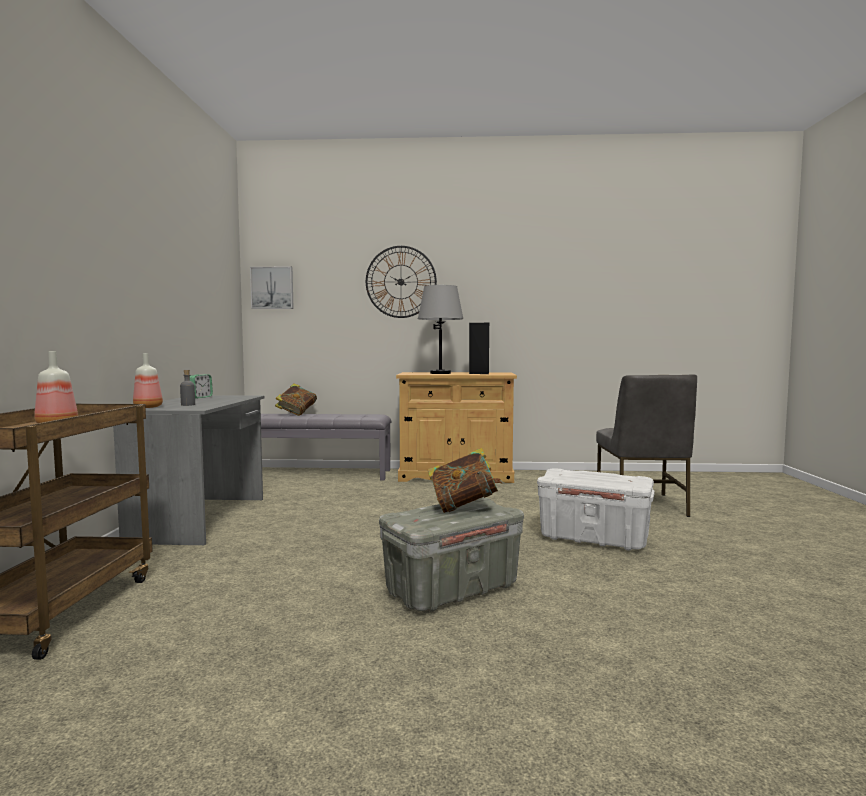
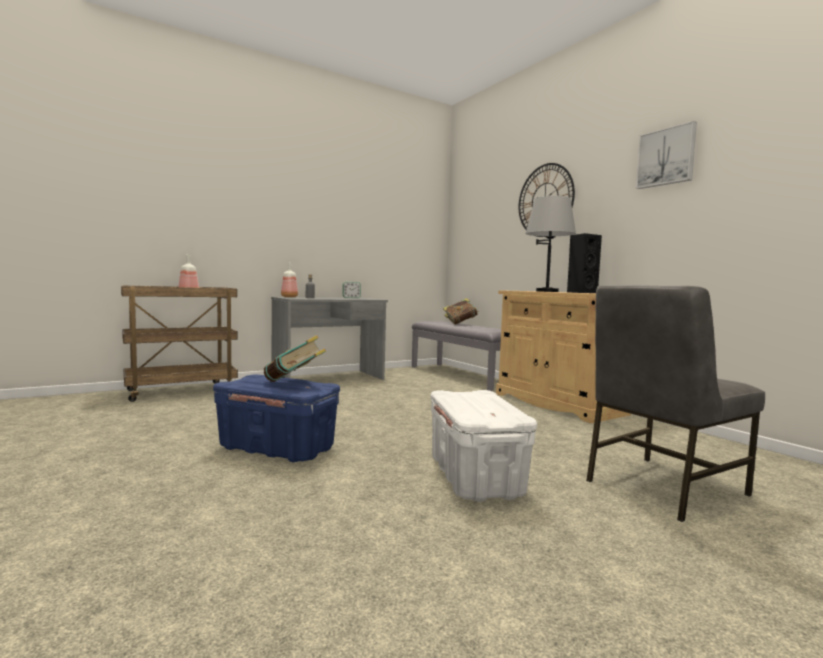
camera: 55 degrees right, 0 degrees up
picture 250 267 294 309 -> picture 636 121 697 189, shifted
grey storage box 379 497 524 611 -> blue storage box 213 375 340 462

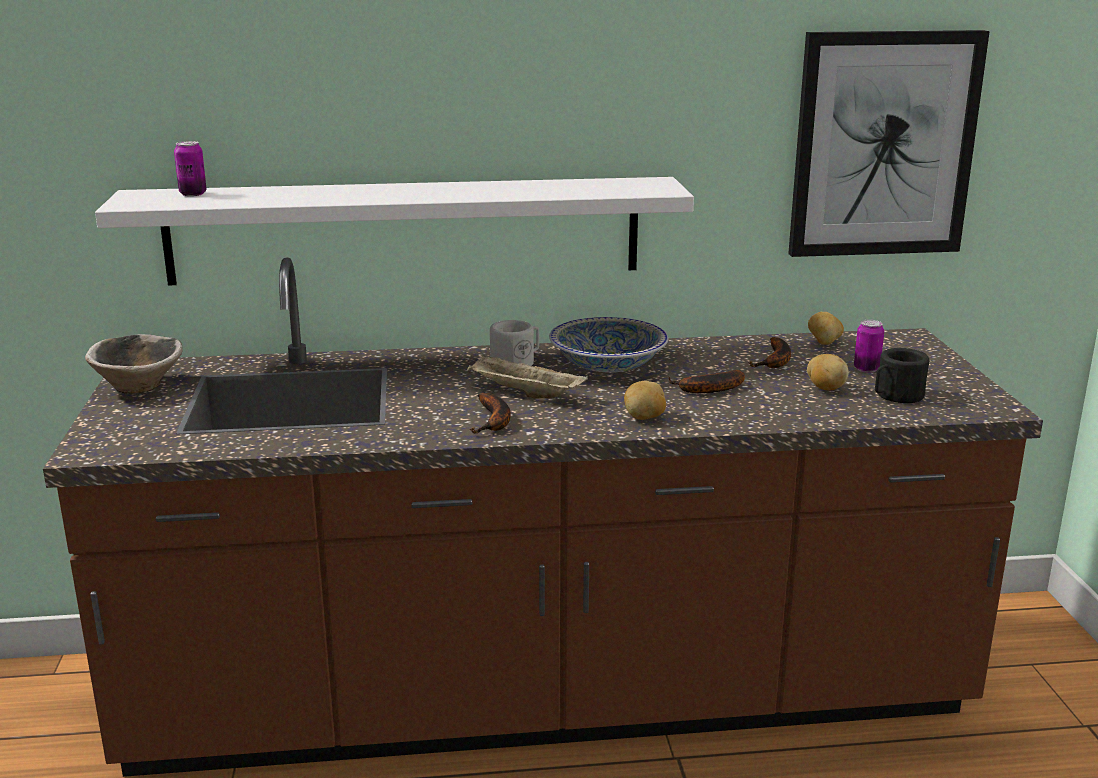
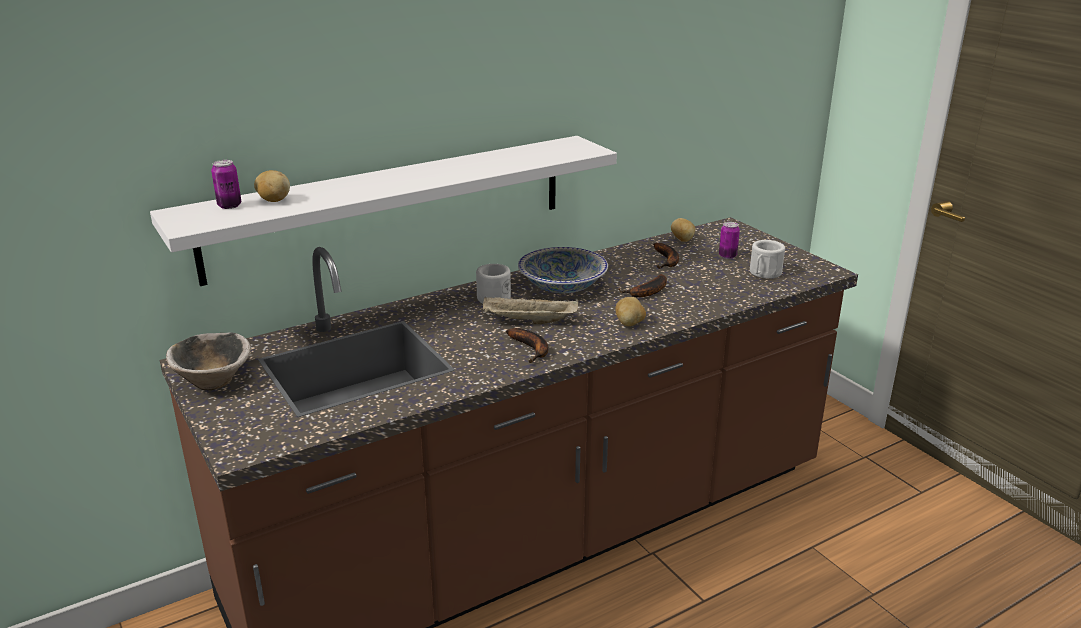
camera: 25 degrees left, 5 degrees up
picture 788 30 990 257 -> none
potato 807 354 849 390 -> potato 254 170 290 202, shifted
black mug 875 348 930 403 -> white mug 750 240 785 279

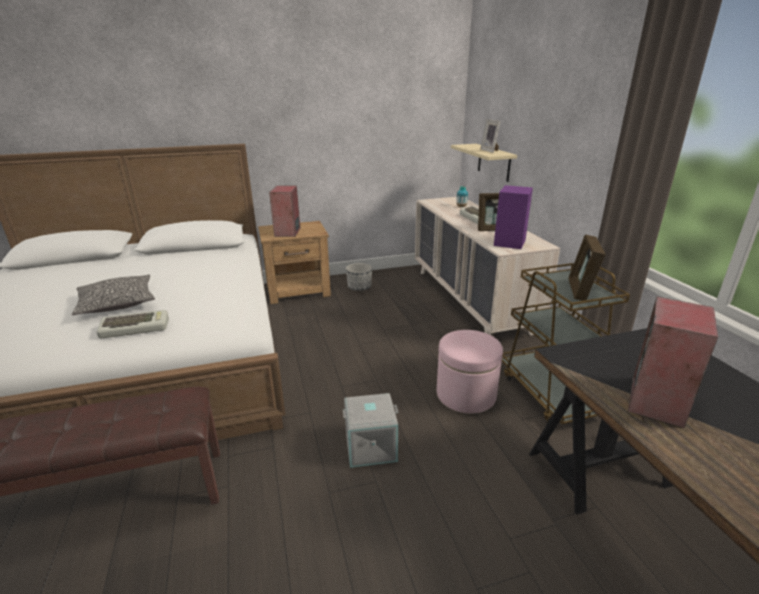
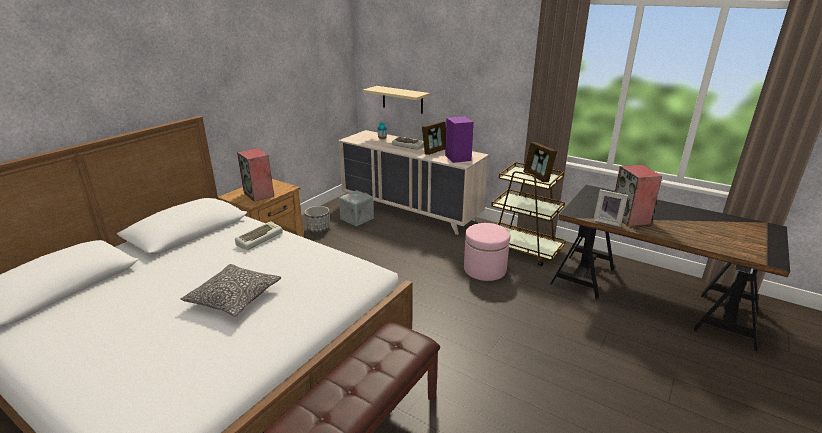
camera: 40 degrees left, 0 degrees up
keyboard 97 310 169 338 -> keyboard 235 221 283 250, shifted
grey storage box 343 393 399 468 -> grey storage box 339 190 374 226, shifted
picture frame 480 119 501 153 -> picture frame 593 189 628 227, shifted

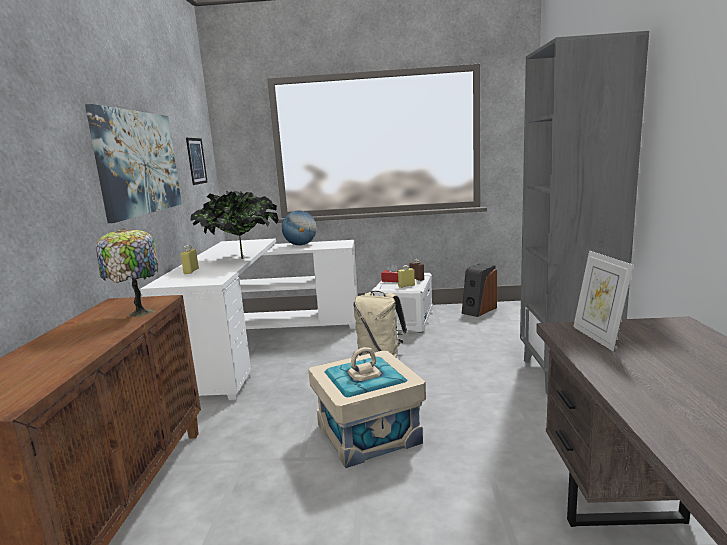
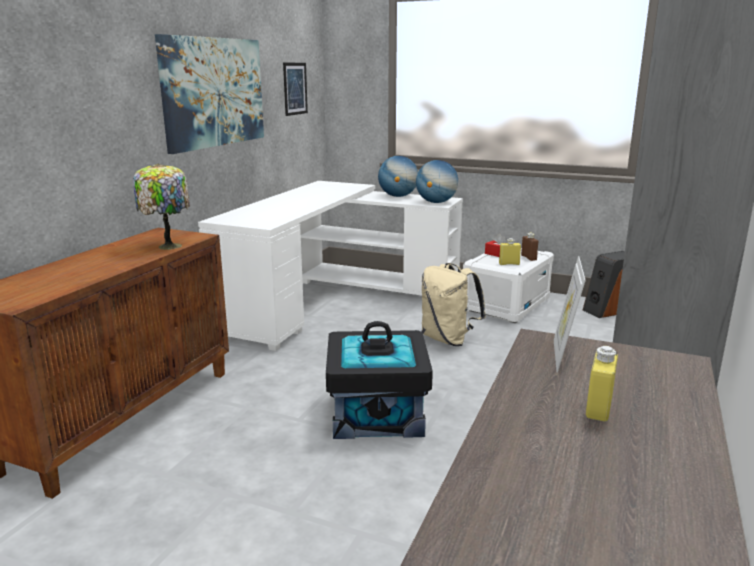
camera: 20 degrees right, 5 degrees up
yellow bottle 181 245 199 274 -> yellow bottle 586 346 618 422, shifted
potted plant 190 191 278 259 -> none
beige storage box 308 347 426 468 -> black storage box 326 321 433 439
none -> globe 416 160 458 203

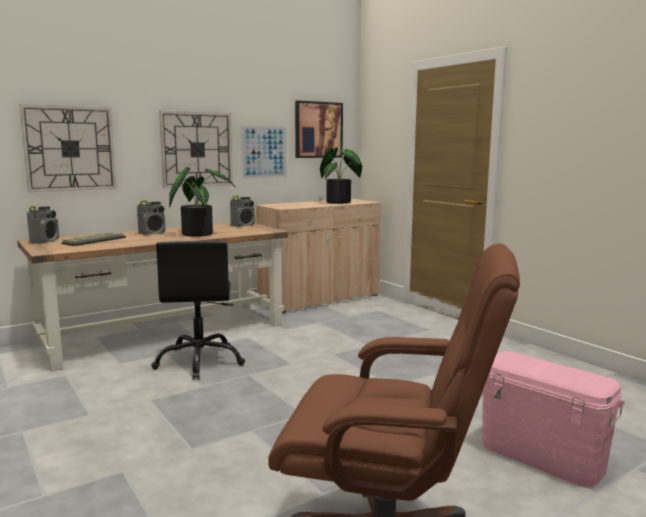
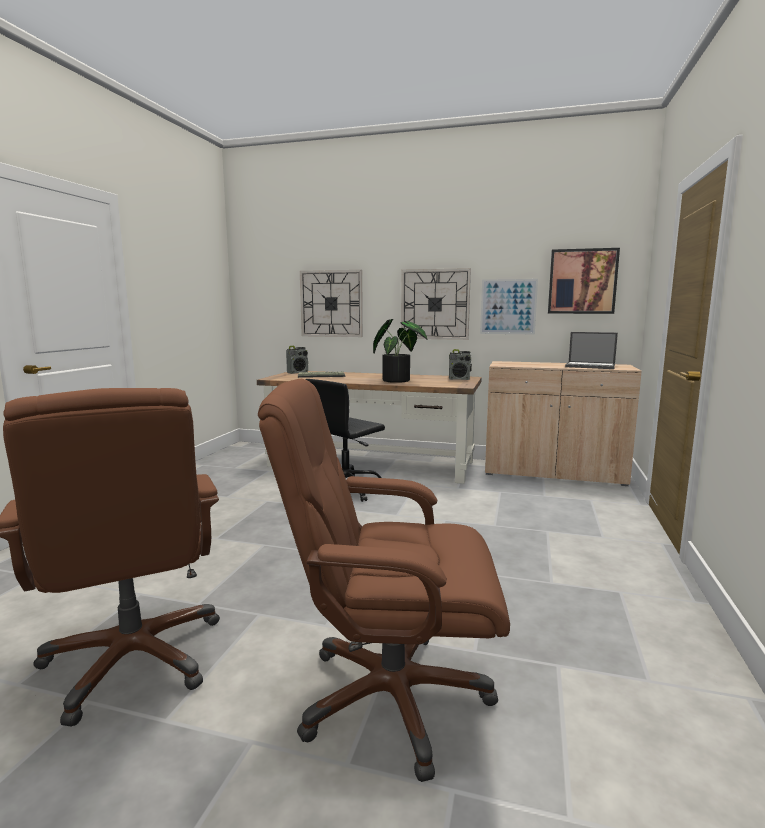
camera: 50 degrees right, 0 degrees up
radio 137 200 166 235 -> none
potted plant 320 148 362 204 -> laptop 565 332 618 369
pink storage box 482 351 625 488 -> brown office chair 258 379 510 782

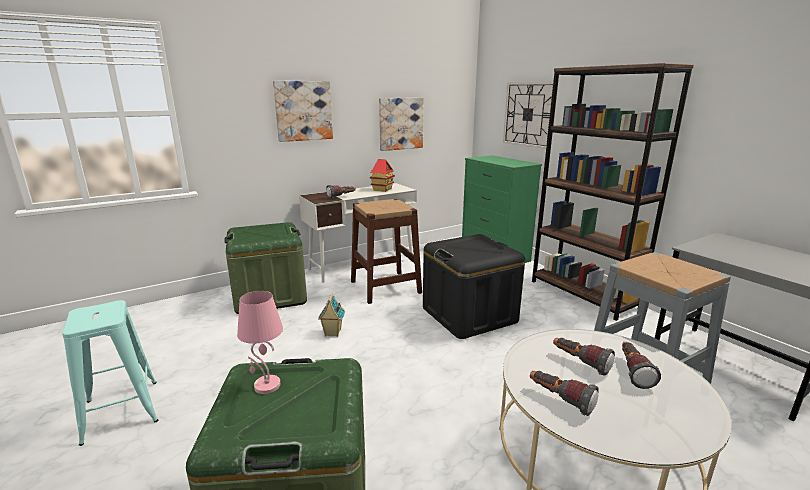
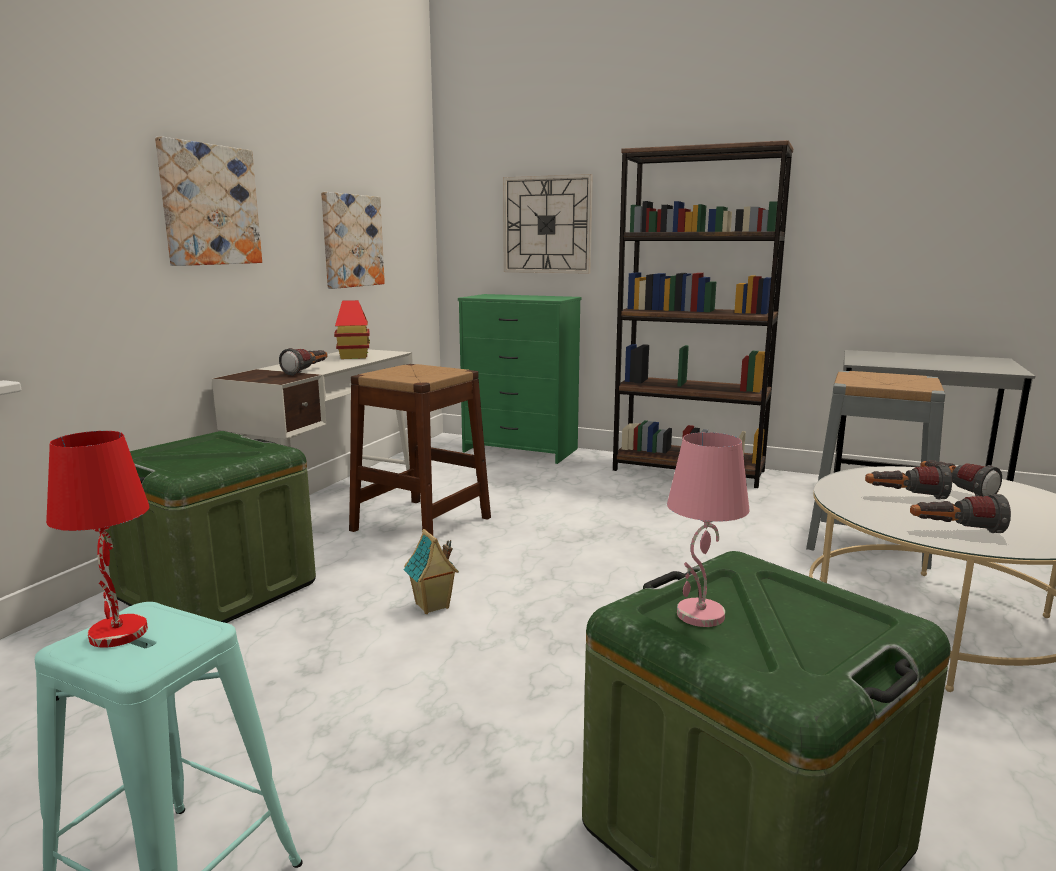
camera: 35 degrees left, 5 degrees down
black storage box 423 234 525 339 -> none
none -> red table lamp 46 431 149 648

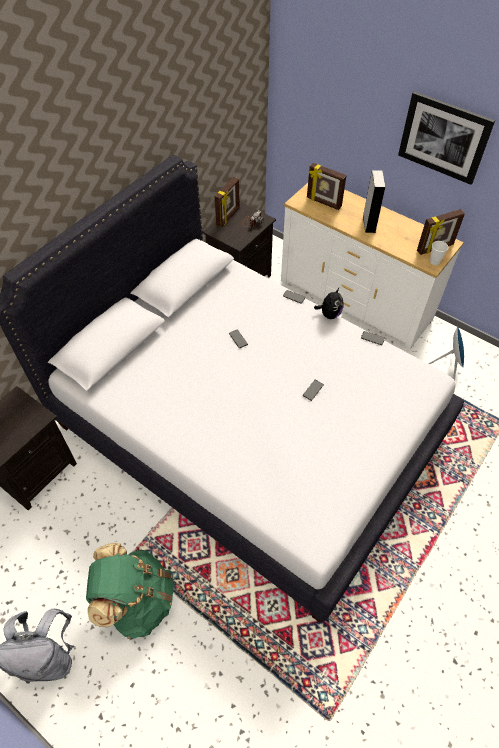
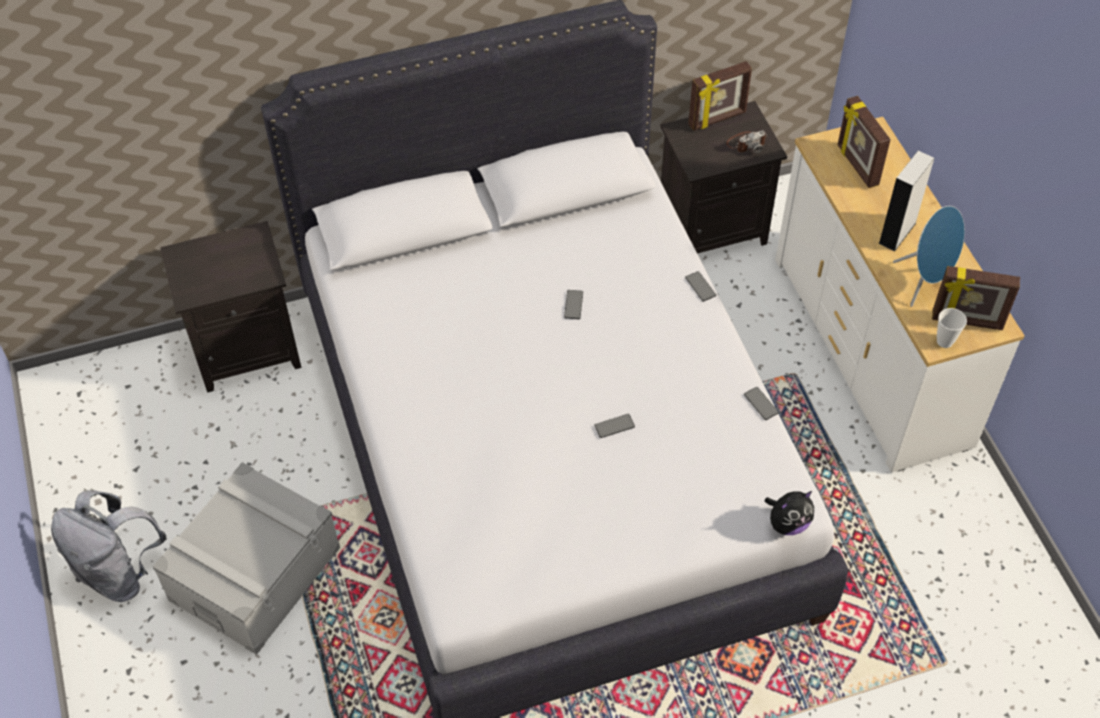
camera: 35 degrees right, 0 degrees up
green backpack 86 543 173 639 -> grey storage box 153 462 340 655
plush toy 314 288 343 319 -> plush toy 765 491 814 535, shifted
picture 398 91 495 185 -> none
blue speaker 429 327 464 381 -> blue speaker 893 206 965 307, shifted

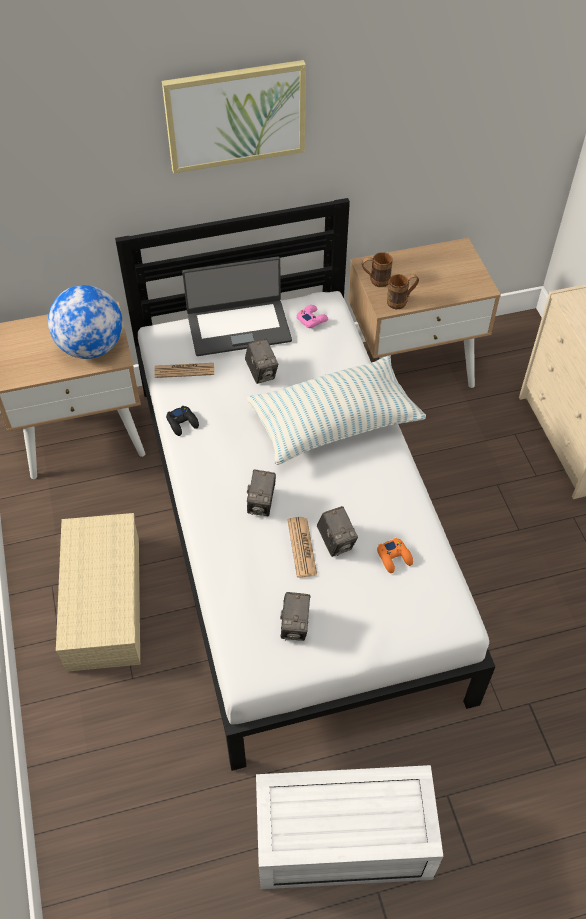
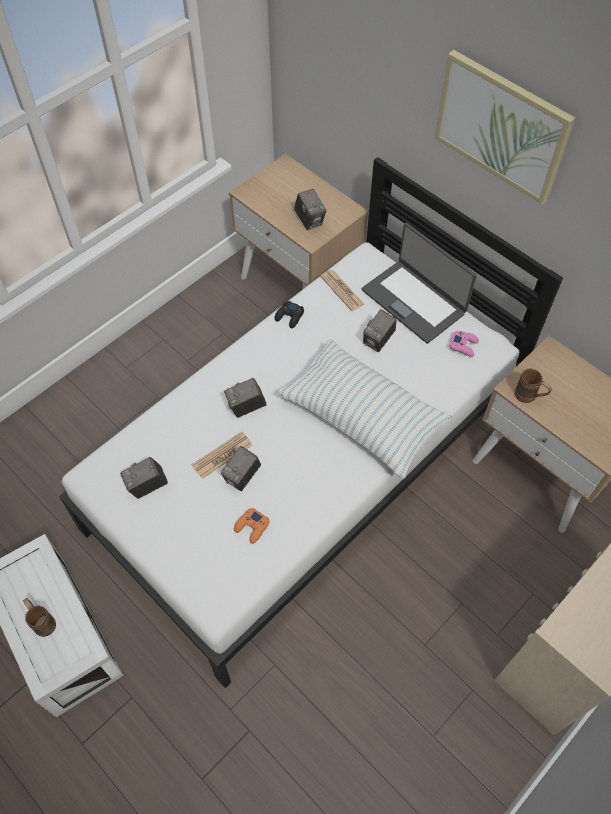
camera: 60 degrees right, 5 degrees up
globe 48 285 123 359 -> photo camera 294 189 326 230
beige storage box 56 513 140 672 -> none
brown mug 362 252 393 287 -> brown mug 23 598 56 637, shifted

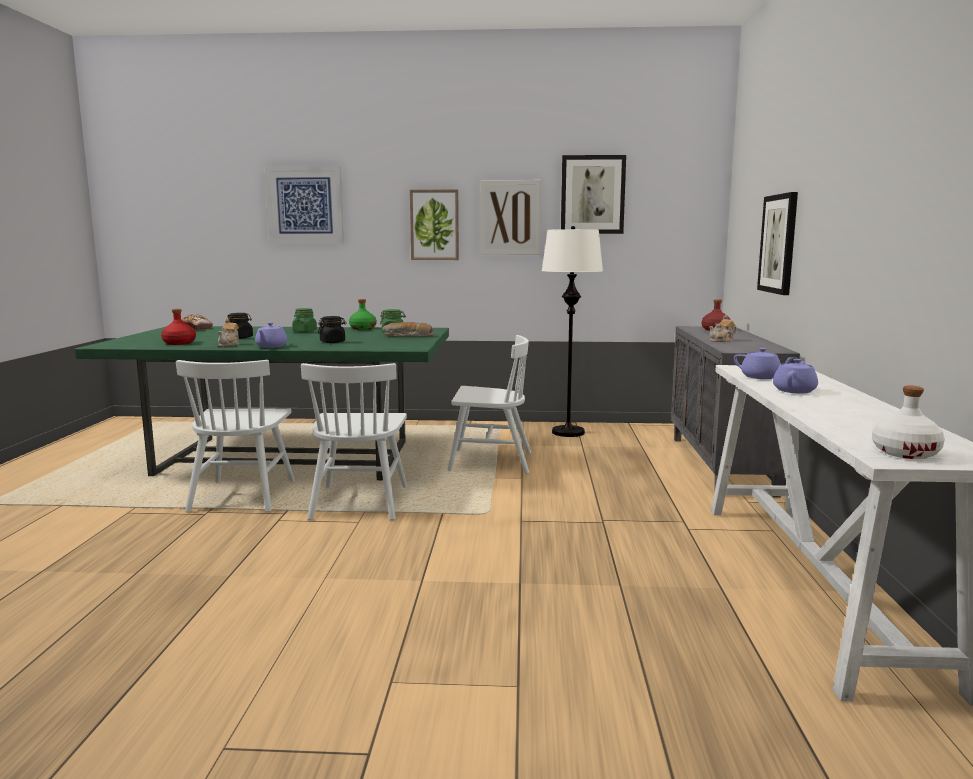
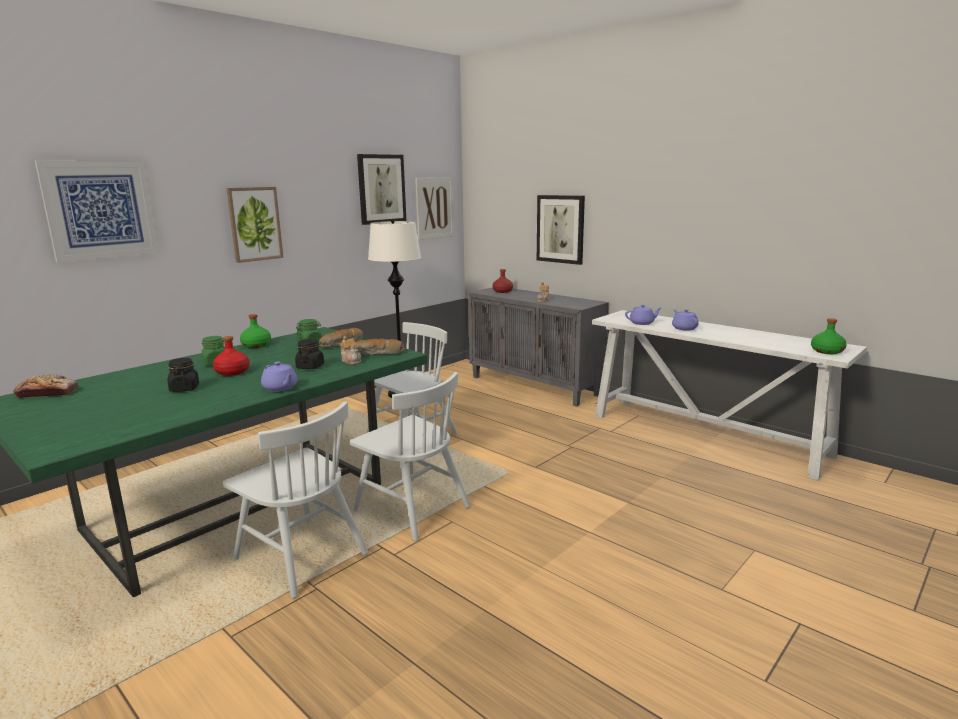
camera: 50 degrees left, 5 degrees up
red bottle 161 309 196 345 -> red bottle 213 336 250 376, shifted
teapot 218 318 239 347 -> teapot 340 336 361 365, shifted
picture 480 180 541 255 -> picture 415 177 454 240, shifted
white bottle 872 386 945 459 -> green bottle 811 318 847 354
none -> bread 355 338 404 355

